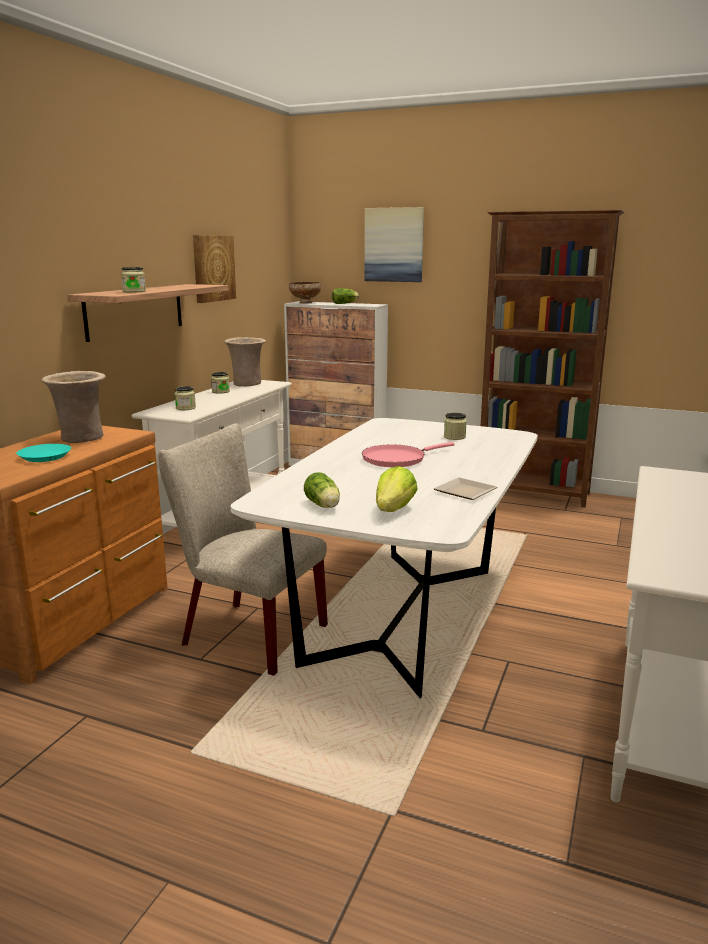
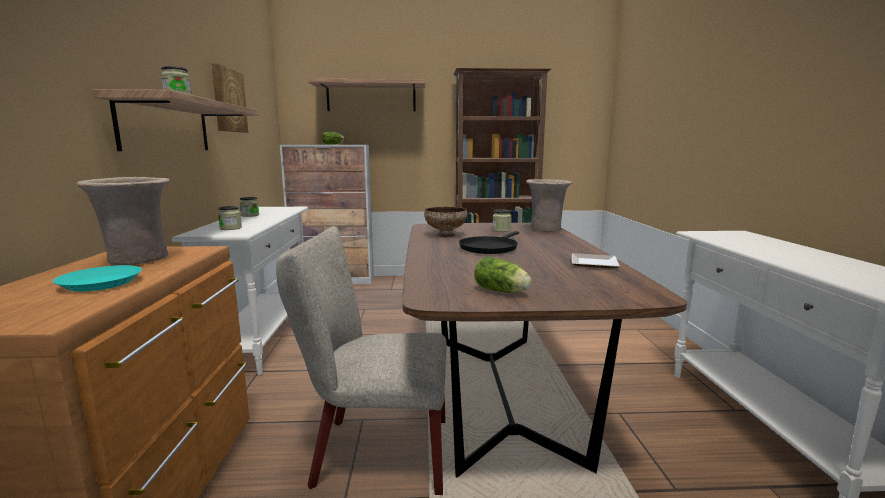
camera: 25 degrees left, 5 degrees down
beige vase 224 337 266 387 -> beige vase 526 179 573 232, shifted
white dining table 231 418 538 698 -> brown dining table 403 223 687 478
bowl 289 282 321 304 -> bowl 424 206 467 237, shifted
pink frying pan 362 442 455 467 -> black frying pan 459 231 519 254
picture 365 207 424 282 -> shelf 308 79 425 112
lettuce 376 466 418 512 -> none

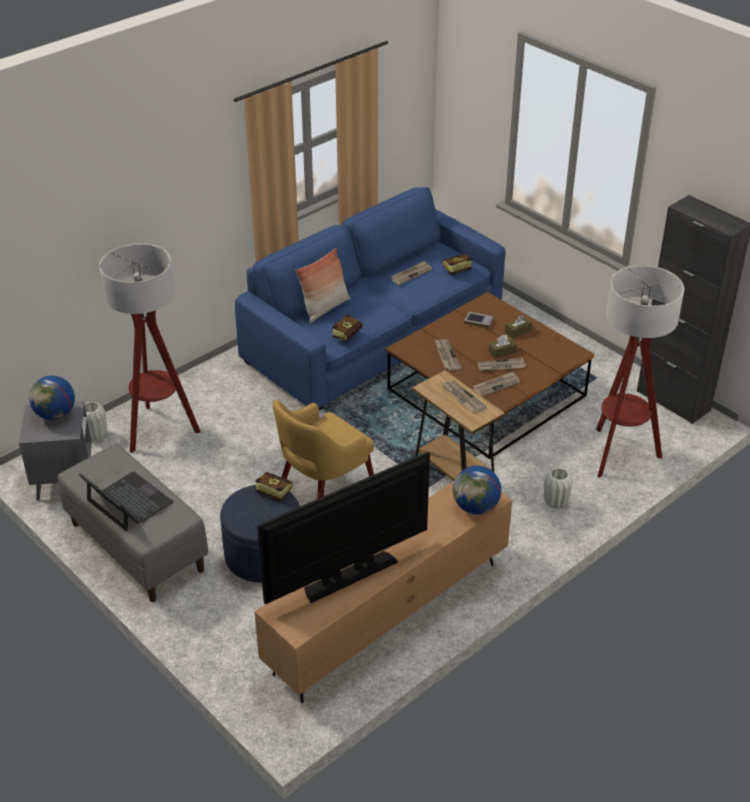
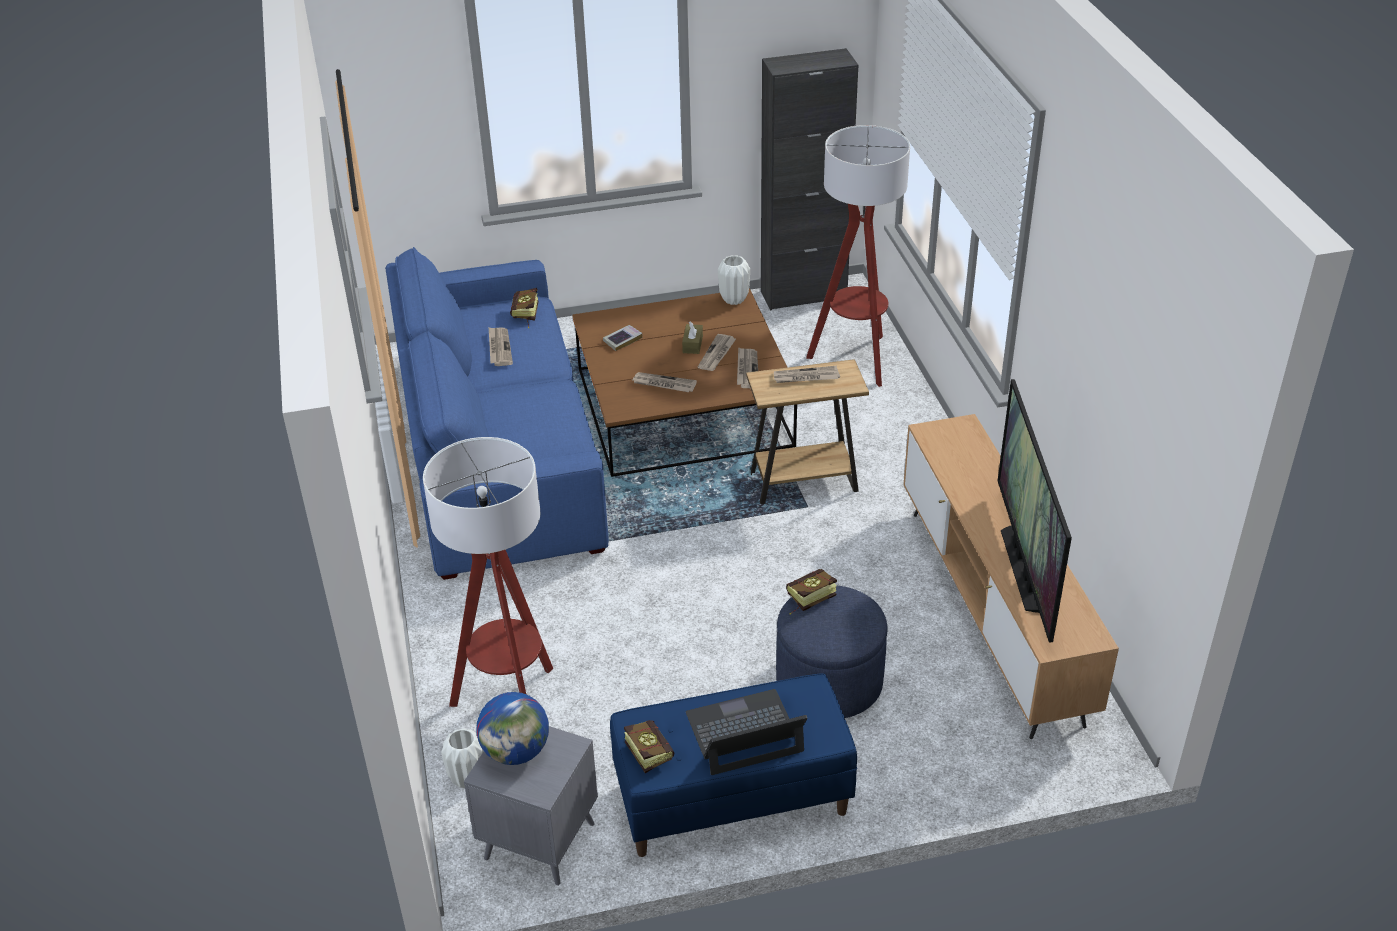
camera: 60 degrees left, 0 degrees up
grey bench 58 444 208 602 -> blue bench 610 673 857 857
yellow armchair 273 400 374 499 -> none
pillow 295 248 350 323 -> none
book 333 314 363 341 -> book 624 720 674 773, shifted
globe 453 466 501 514 -> none
brown tissue box 505 315 532 339 -> none
white vase 544 468 573 509 -> white vase 718 255 750 305, shifted

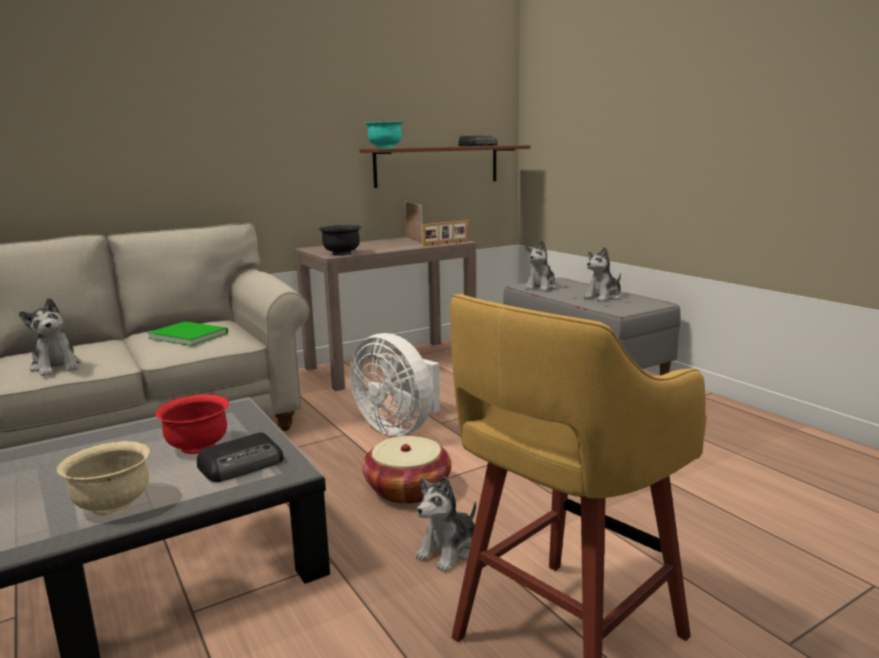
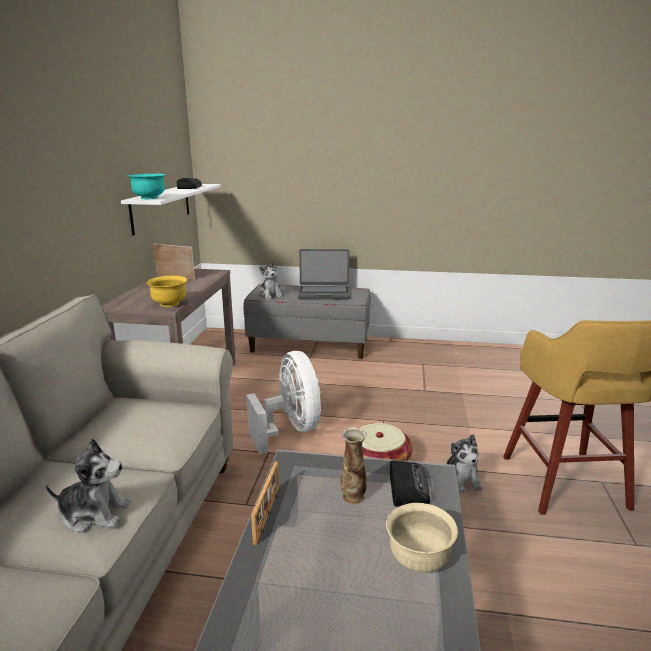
camera: 50 degrees left, 5 degrees up
green book 147 321 228 346 -> none
red bowl 155 394 229 454 -> vase 340 427 367 504
black bowl 319 225 361 256 -> yellow bowl 147 275 187 307
white fan 350 333 440 436 -> white fan 246 351 321 455, 105 degrees counterclockwise
brown shelf 359 145 530 188 -> white shelf 121 184 221 235
picture frame 422 220 469 246 -> picture frame 251 461 279 545, shifted
plush toy 583 247 621 302 -> laptop 298 249 350 299

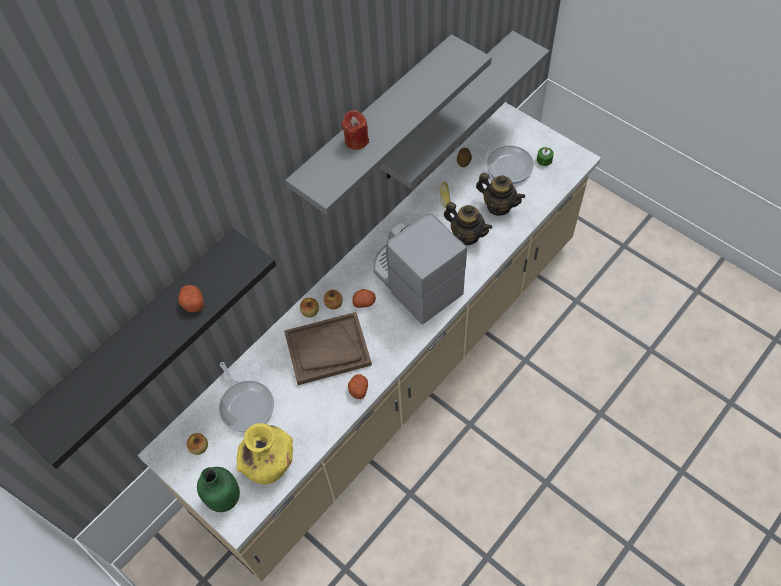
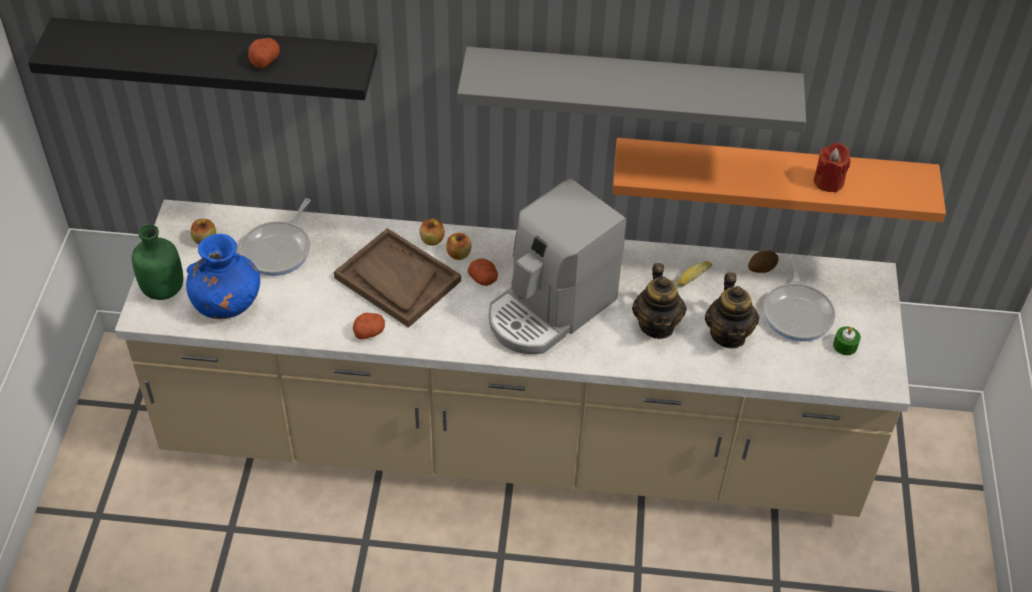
camera: 50 degrees right, 10 degrees down
yellow vase 236 423 293 485 -> blue vase 186 234 260 319
red candle 341 110 369 150 -> red candle 814 143 851 192, shifted
coffee machine 373 214 467 324 -> coffee machine 489 178 626 354, 150 degrees counterclockwise
grey shelf 379 31 549 189 -> orange shelf 612 138 946 222

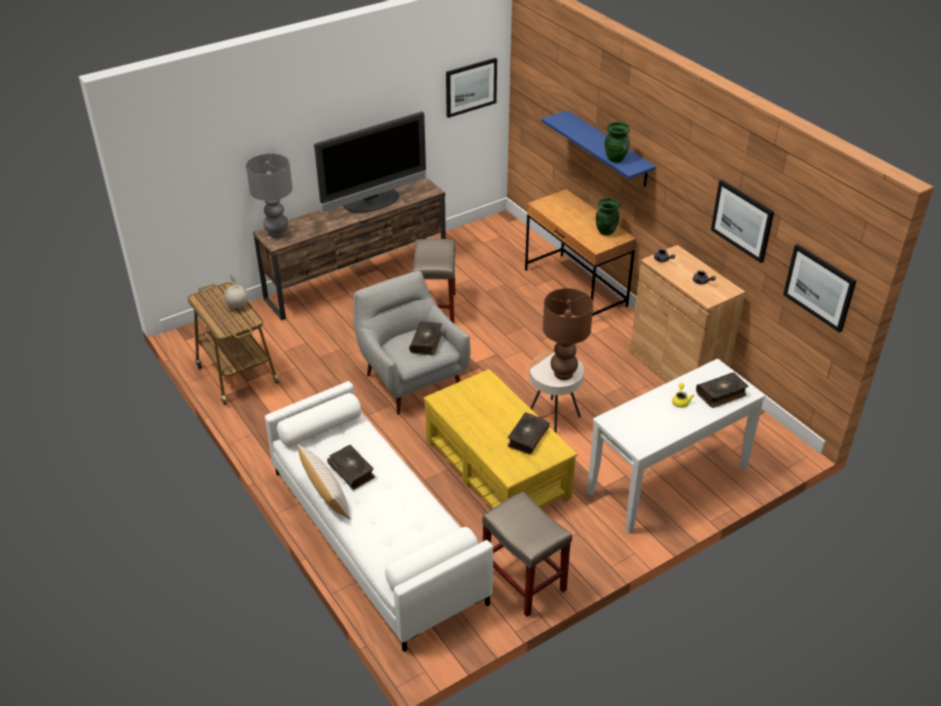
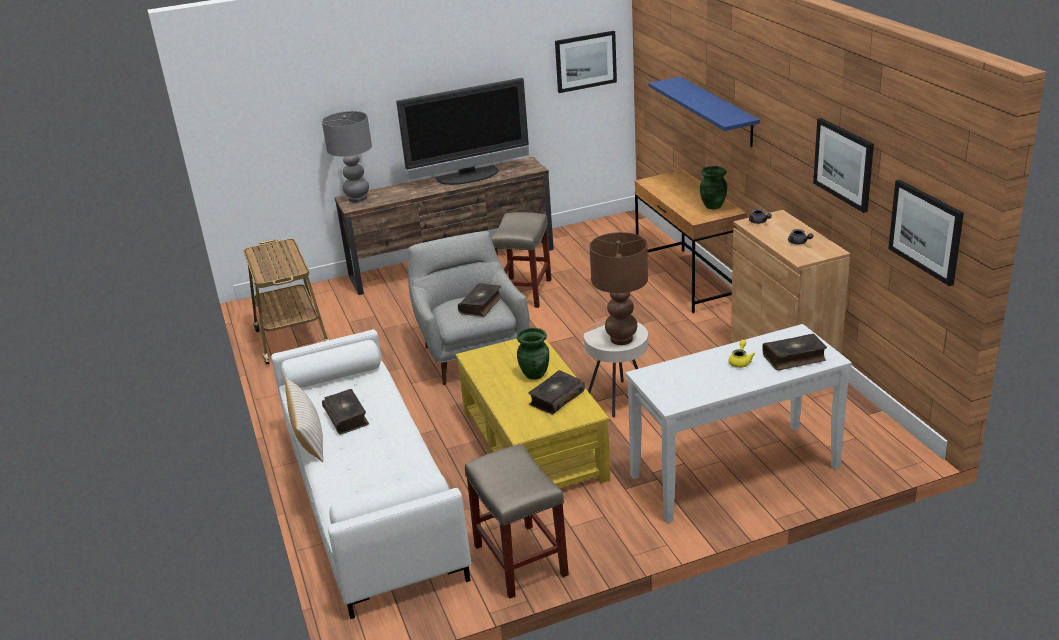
camera: 15 degrees right, 10 degrees down
globe 224 275 248 308 -> none
green vase 605 122 630 163 -> green vase 517 328 549 380, shifted

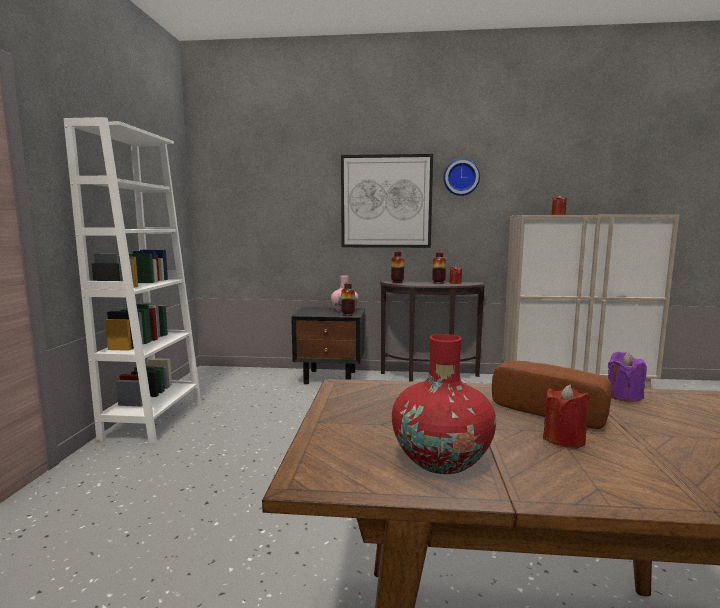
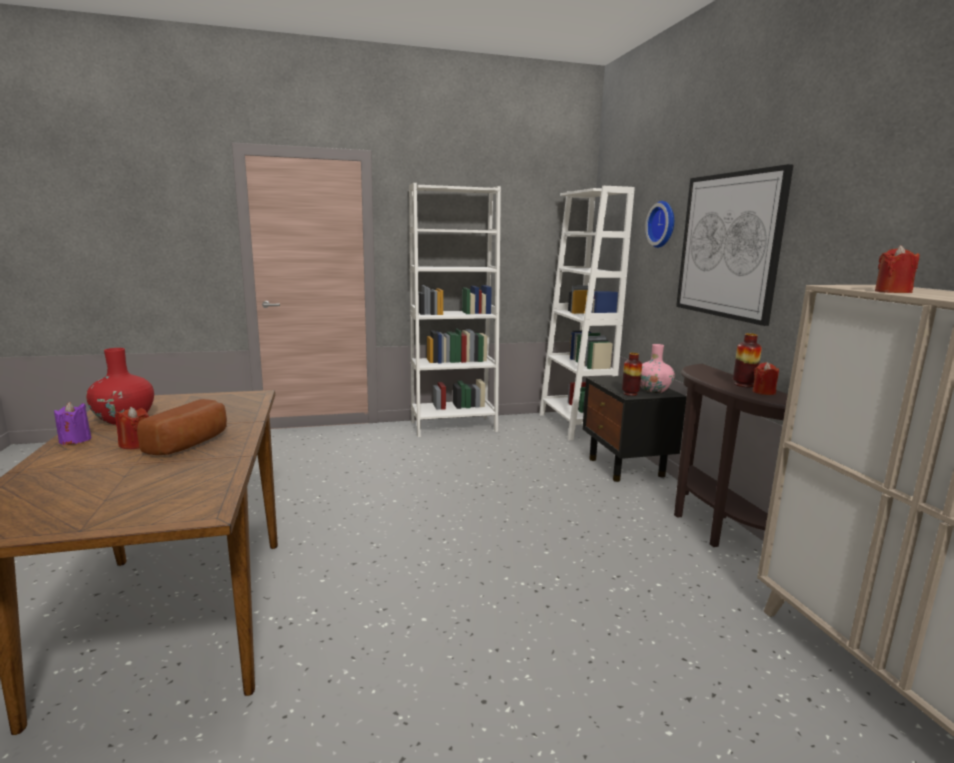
camera: 70 degrees right, 5 degrees up
vase 391 251 404 283 -> none
wall clock 443 159 480 196 -> wall clock 645 201 674 248, shifted
purple candle 608 352 647 402 -> purple candle 54 402 91 445, shifted
none -> white bookcase 539 186 635 440

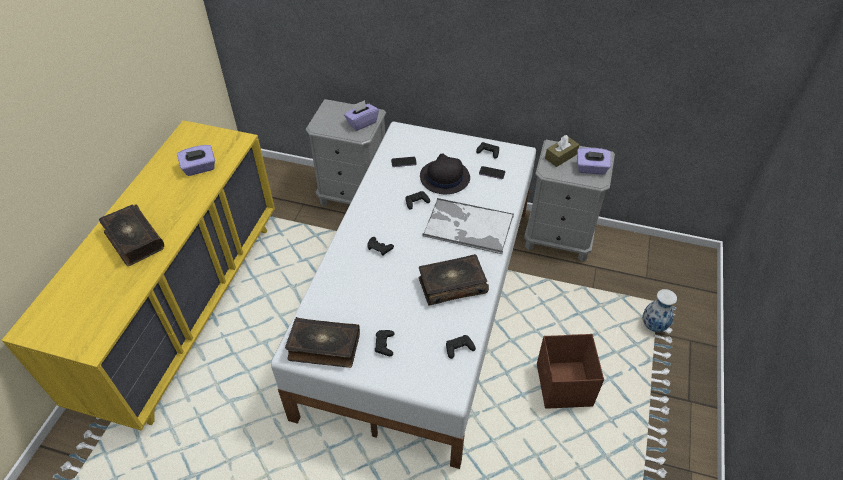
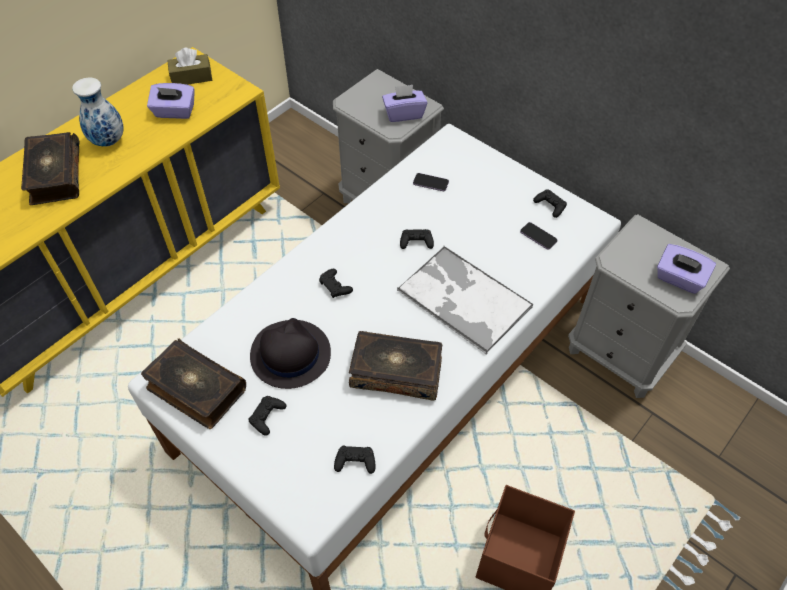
camera: 25 degrees right, 5 degrees up
black hat 420 153 470 194 -> black hat 250 318 331 389, shifted
brown tissue box 545 135 580 167 -> brown tissue box 167 48 212 85, shifted
vase 643 289 677 332 -> vase 72 78 123 146, shifted

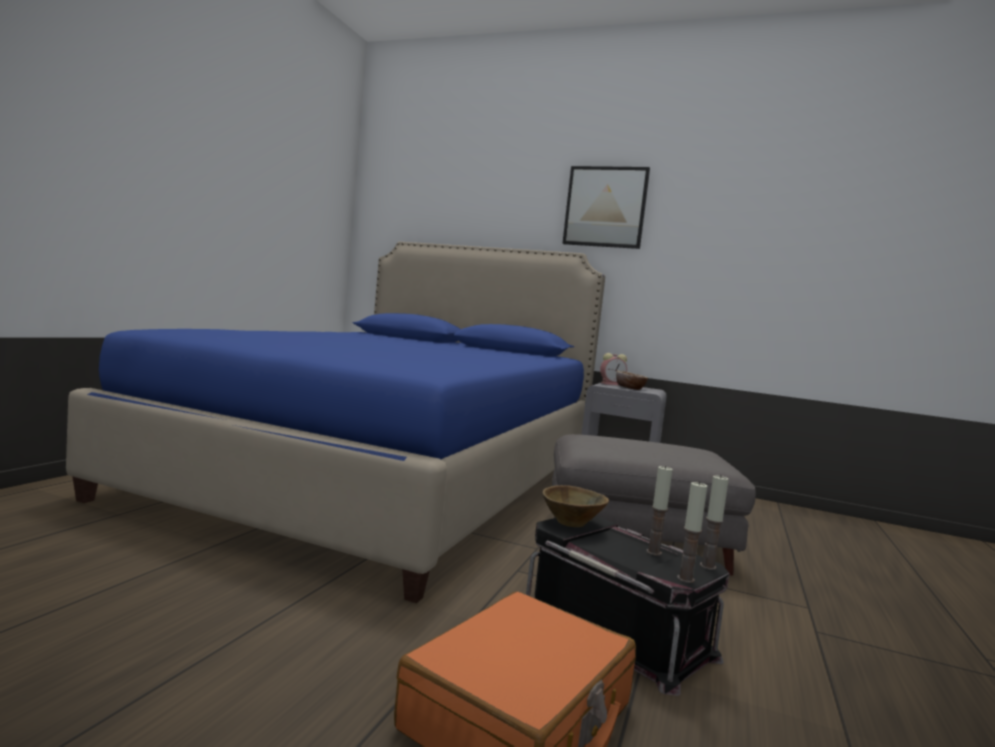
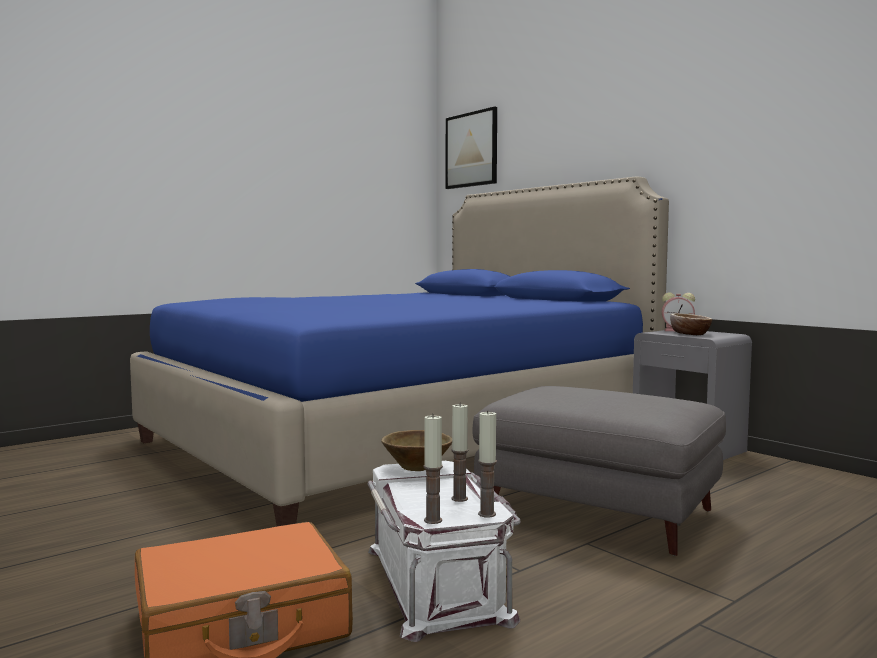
camera: 30 degrees right, 0 degrees up
black storage box 526 516 729 696 -> white storage box 368 461 521 642
picture 562 166 650 249 -> picture 446 106 497 189, shifted

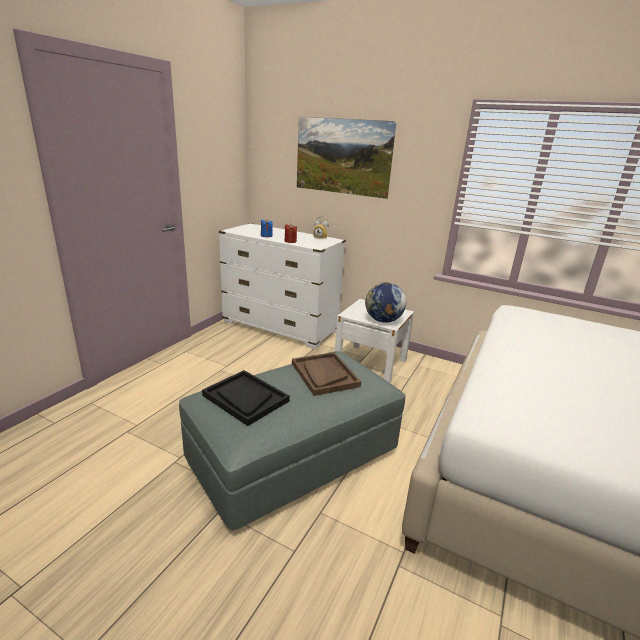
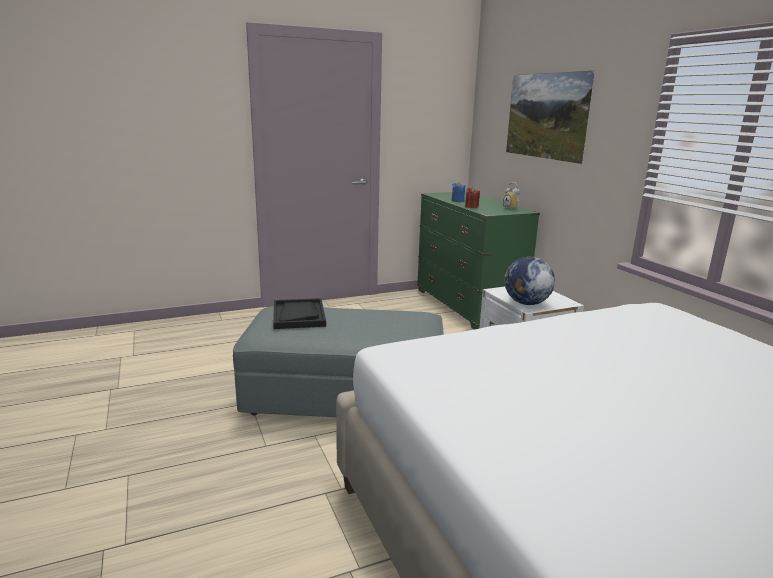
camera: 40 degrees right, 5 degrees down
white dresser 219 223 346 349 -> green dresser 417 191 540 330
brown tray 292 352 361 396 -> none

